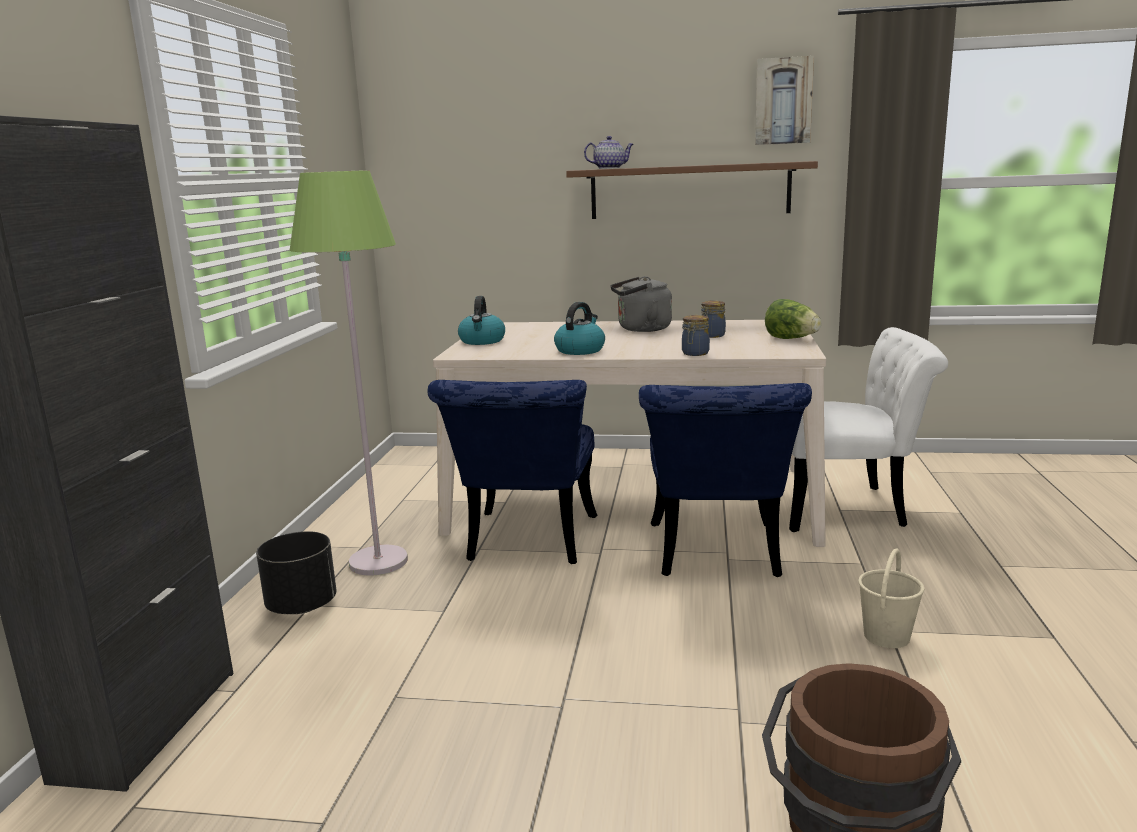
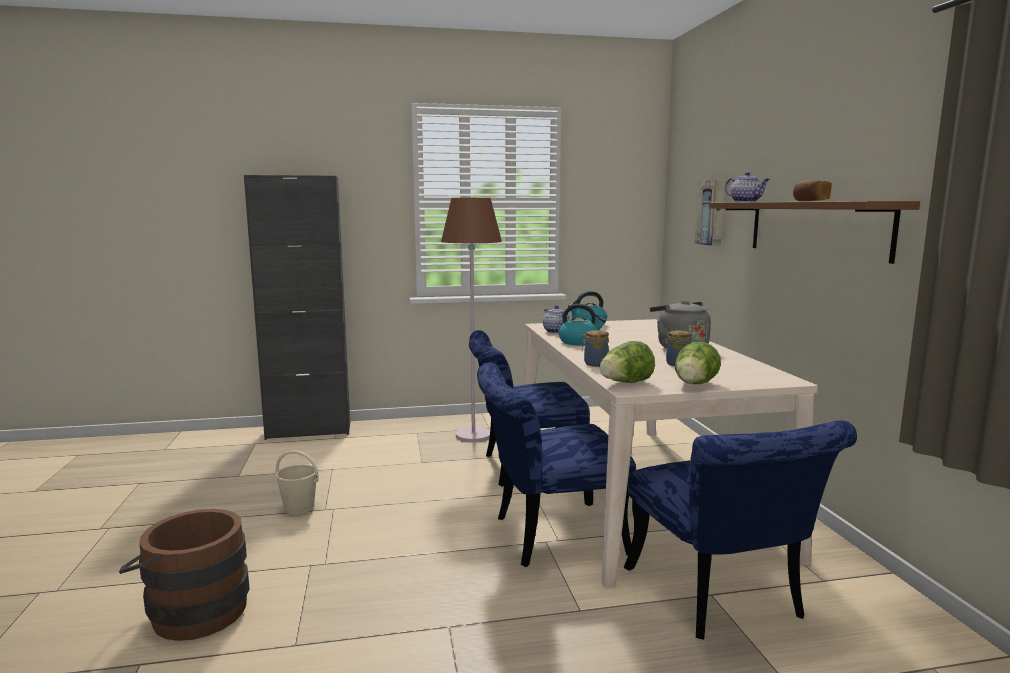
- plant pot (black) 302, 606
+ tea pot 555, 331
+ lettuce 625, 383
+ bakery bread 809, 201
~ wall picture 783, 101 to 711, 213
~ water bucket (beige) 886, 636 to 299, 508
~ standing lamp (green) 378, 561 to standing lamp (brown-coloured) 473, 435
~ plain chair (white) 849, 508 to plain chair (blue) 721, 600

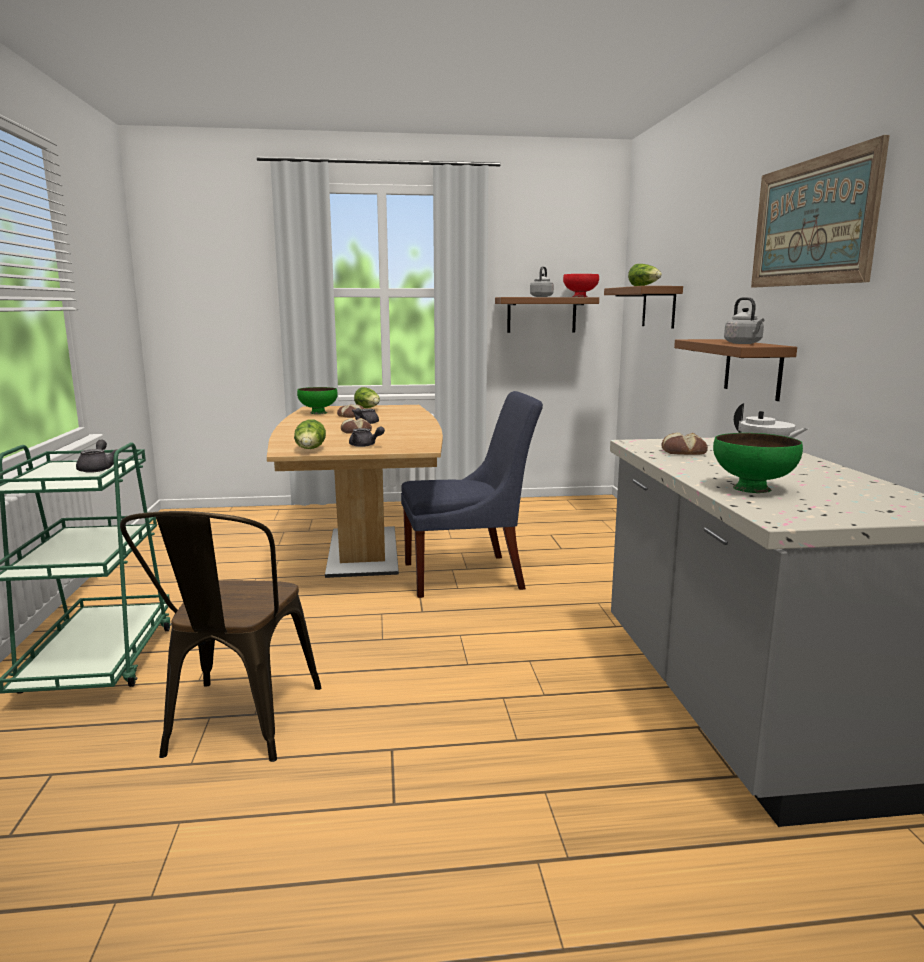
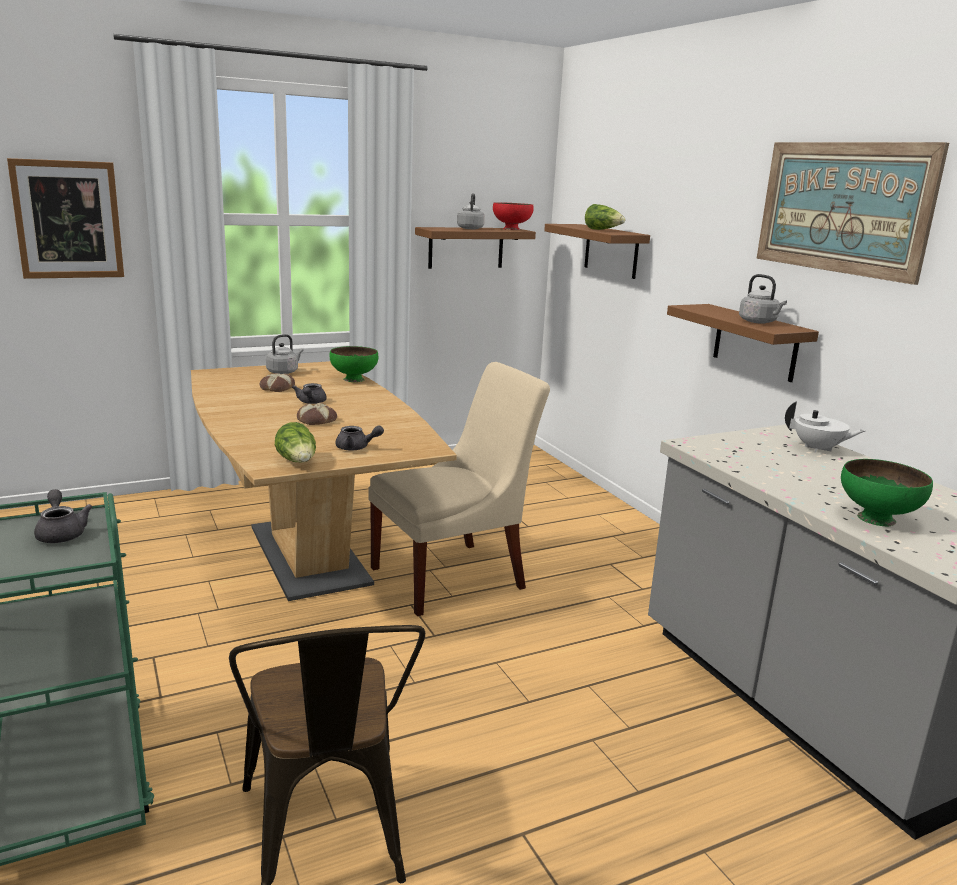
- bakery bread 683, 452
+ wall picture 68, 220
~ bowl (green) 318, 413 to 353, 379
~ lettuce 368, 408 to water kettle (grey) 284, 372
~ plain chair (blue) 469, 575 to plain chair (beige) 454, 576

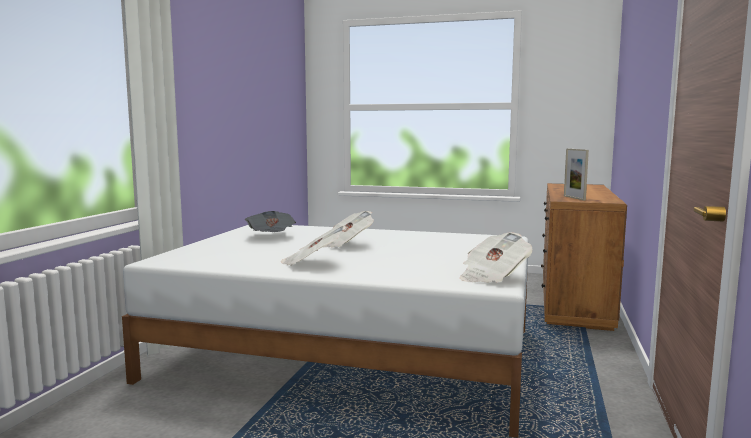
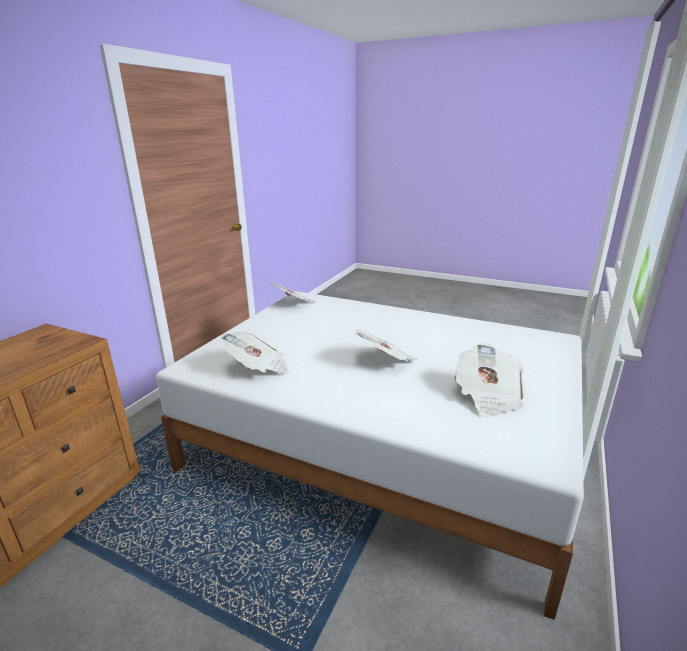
- standing frame 574, 198
~ newspaper 312, 263 to 258, 368

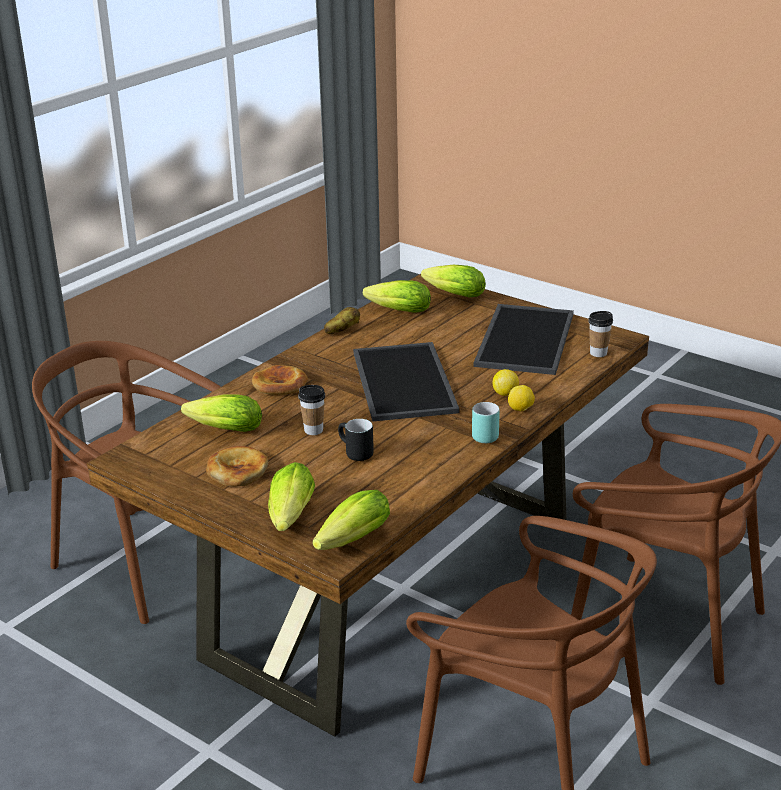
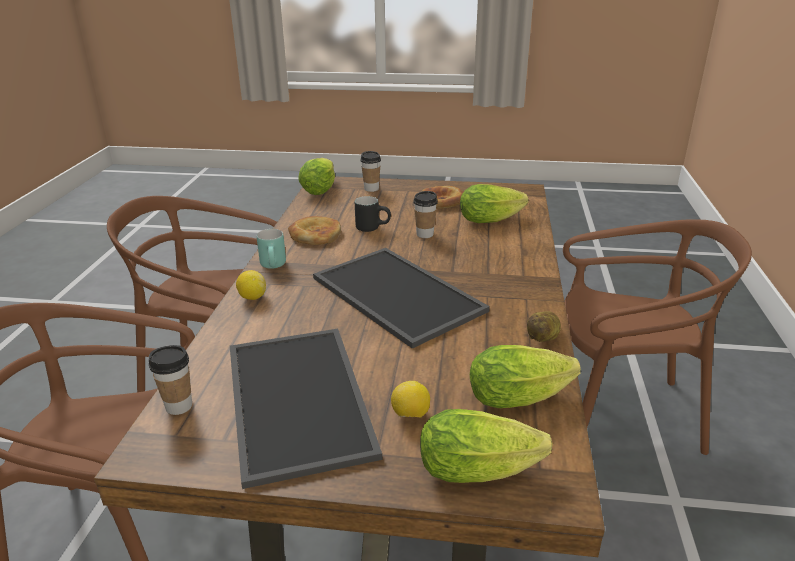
~ bakery bread 280, 384 to 315, 234
~ whole lemon 505, 393 to 410, 415
~ lettuce 289, 518 to small cup 371, 189

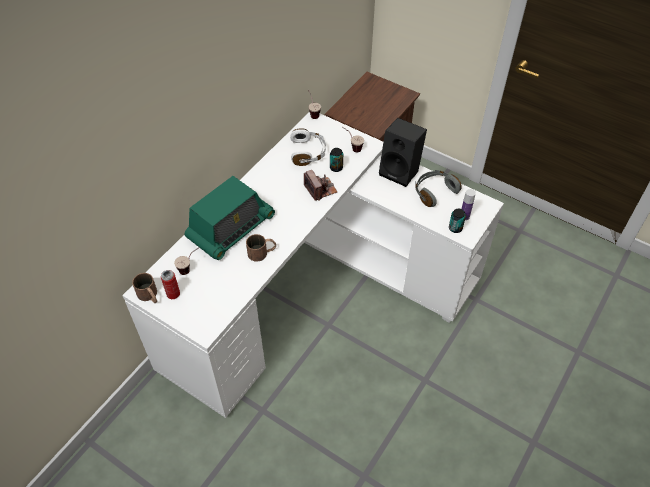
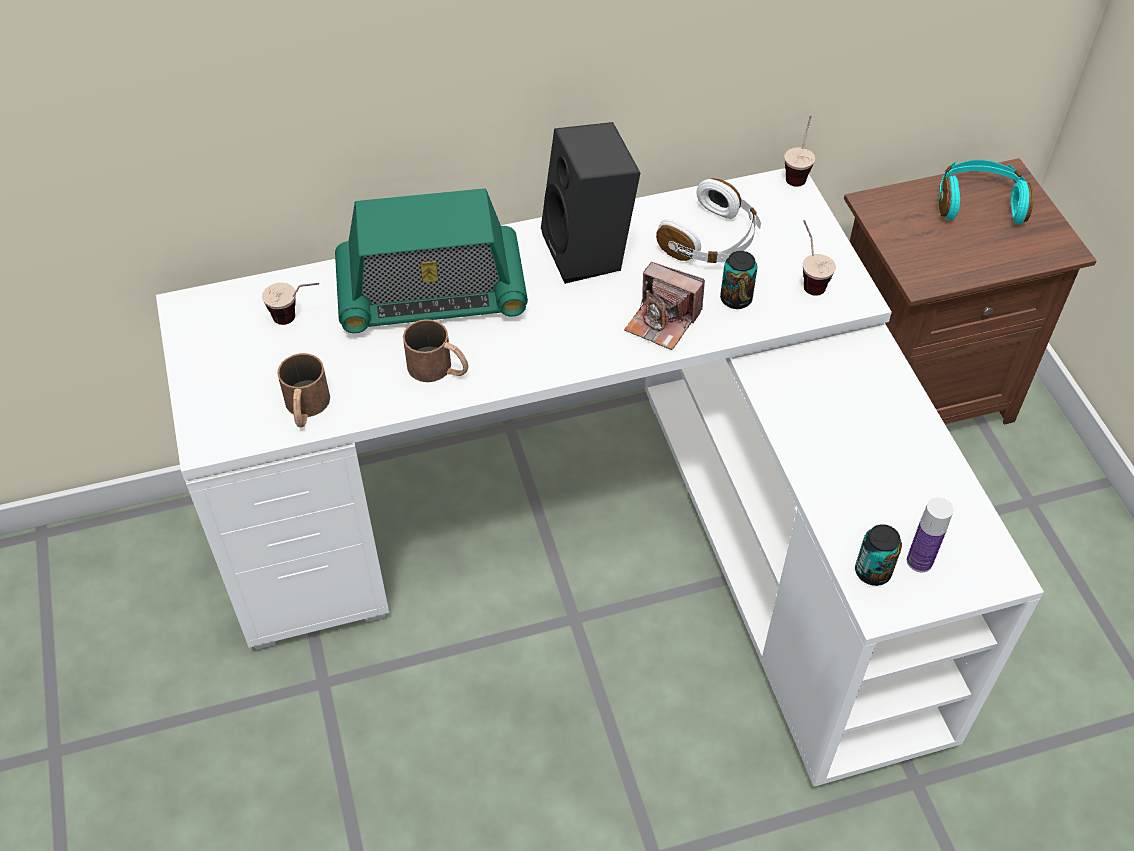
- sealed can 173, 294
- pair of headphones (grey) 434, 192
+ pair of headphones (blue-green) 979, 203
~ tea mug (brown-coloured) 149, 296 to 306, 408
~ audio speaker (black) 401, 171 to 590, 253
~ still camera 320, 189 = 662, 321 105 degrees clockwise

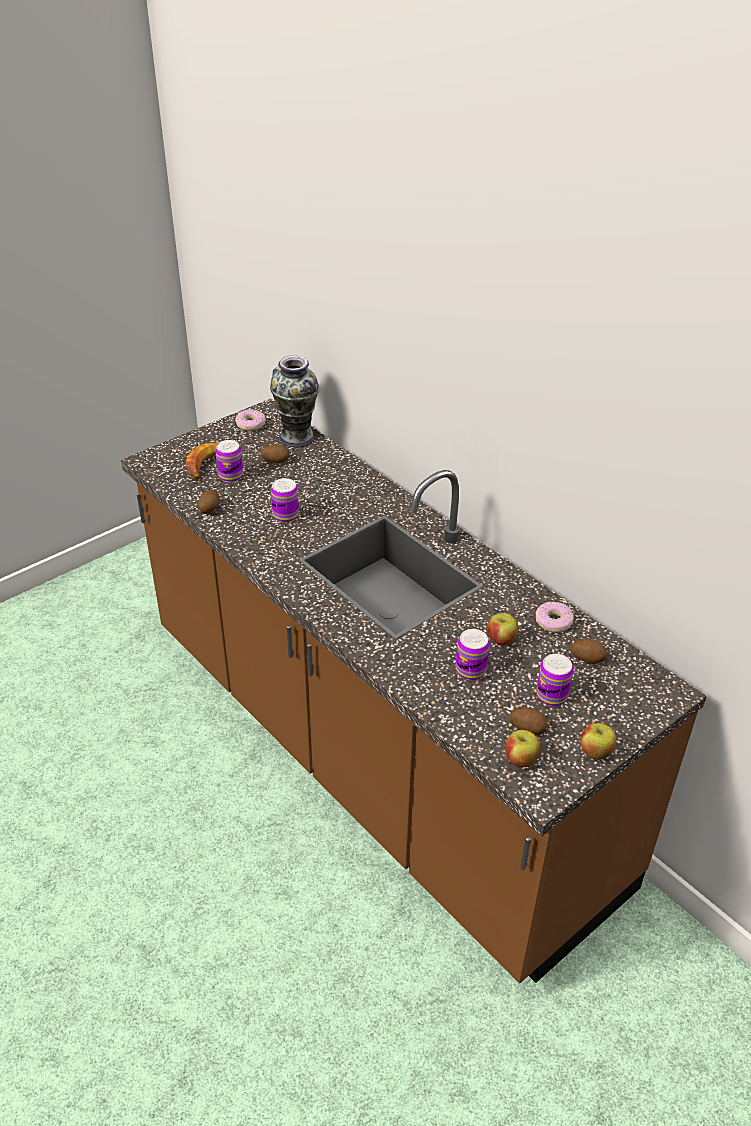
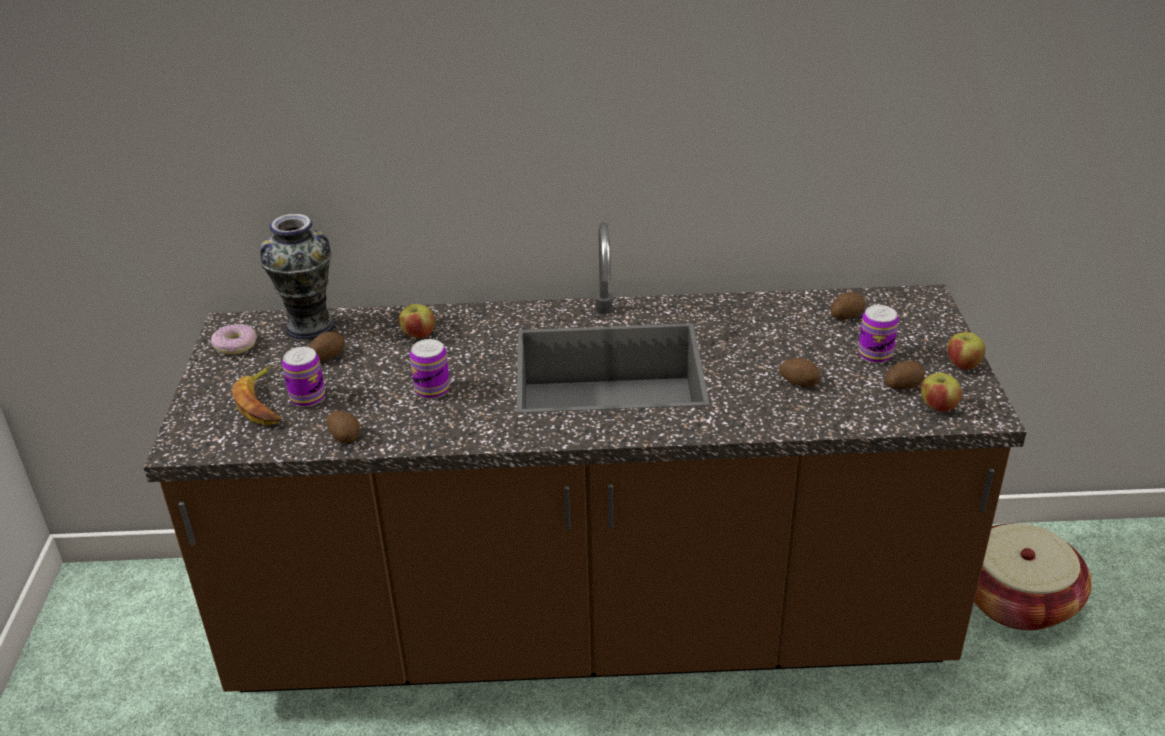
- ring doughnut 553, 622
+ household basket 1016, 600
~ apple fruit 501, 640 to 419, 335
~ sealed can 470, 670 to potato 799, 381

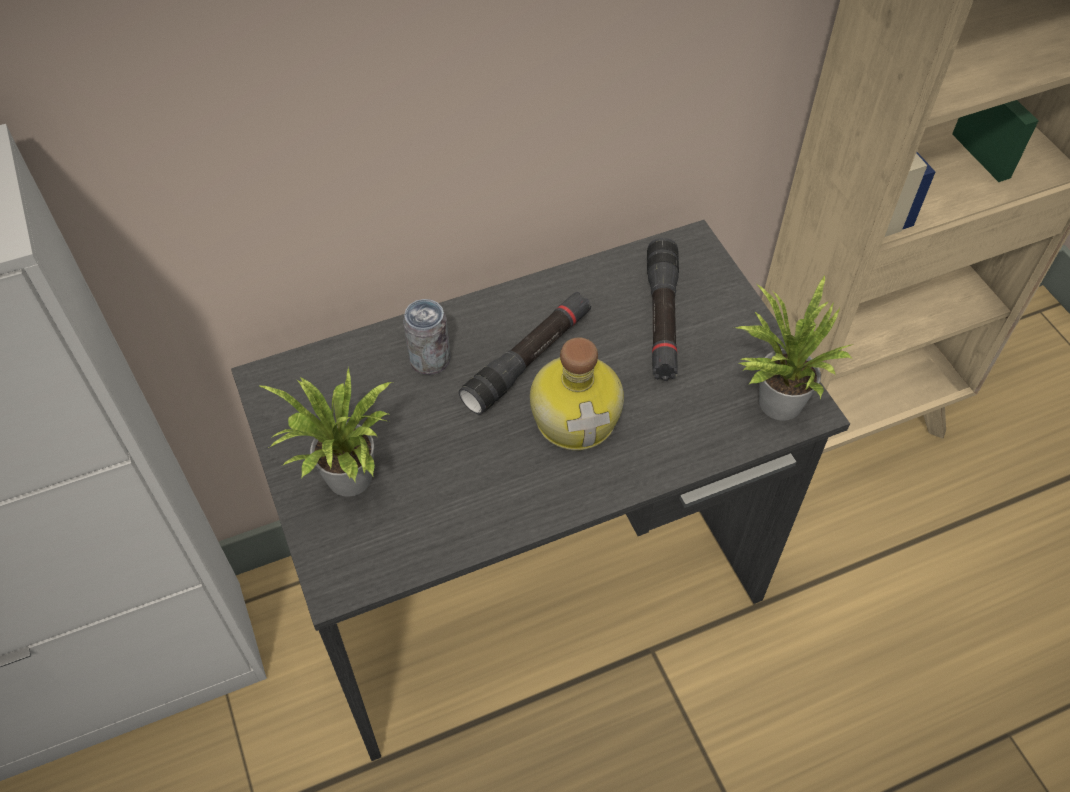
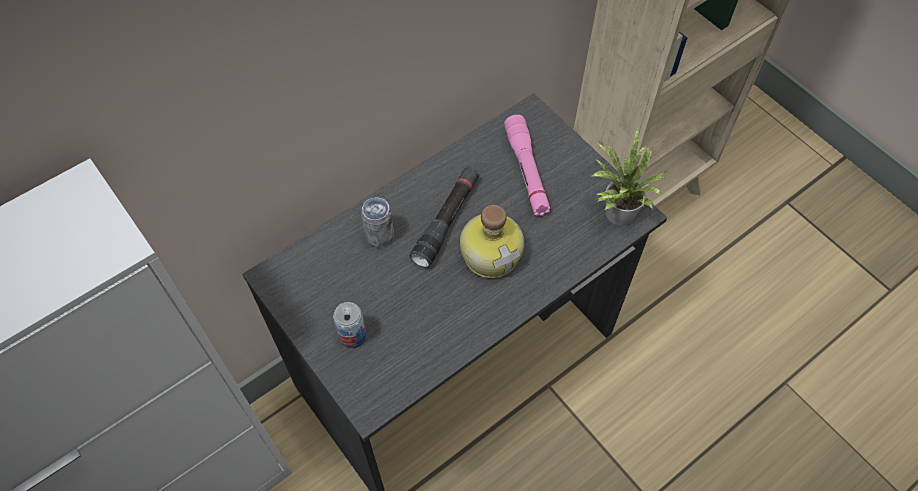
~ plant in a pot 348, 482 to sealed can 353, 336
~ torch (black) 662, 318 to torch (pink-coloured) 527, 171

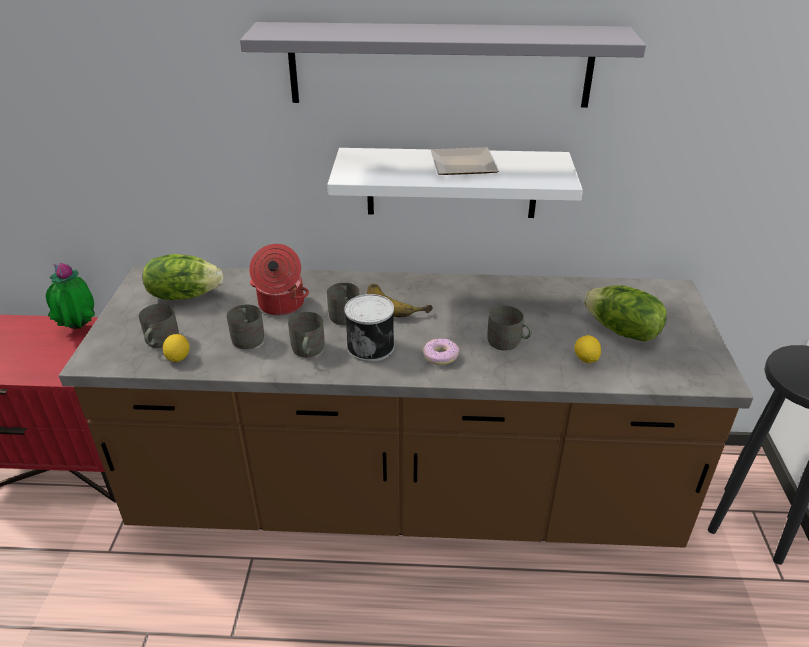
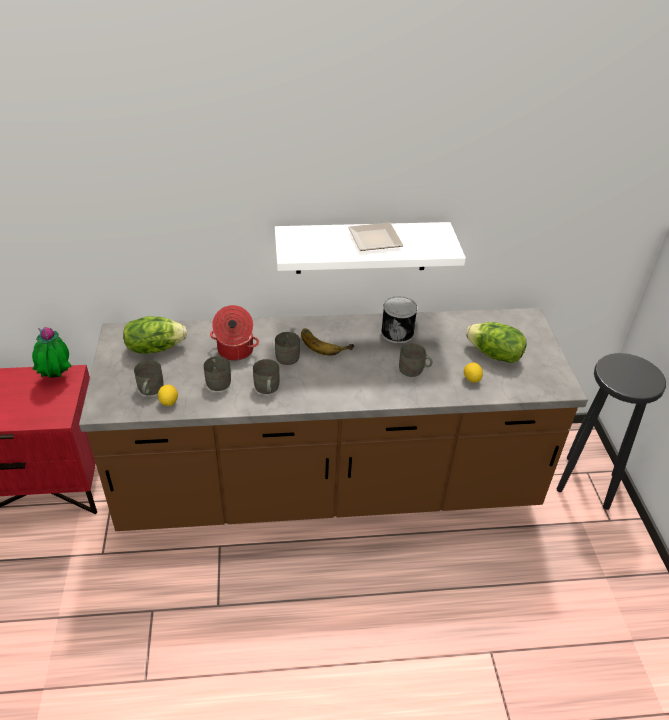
- shelf (grey) 440, 65
- ring doughnut 440, 356
~ sealed can 371, 346 to 397, 332

